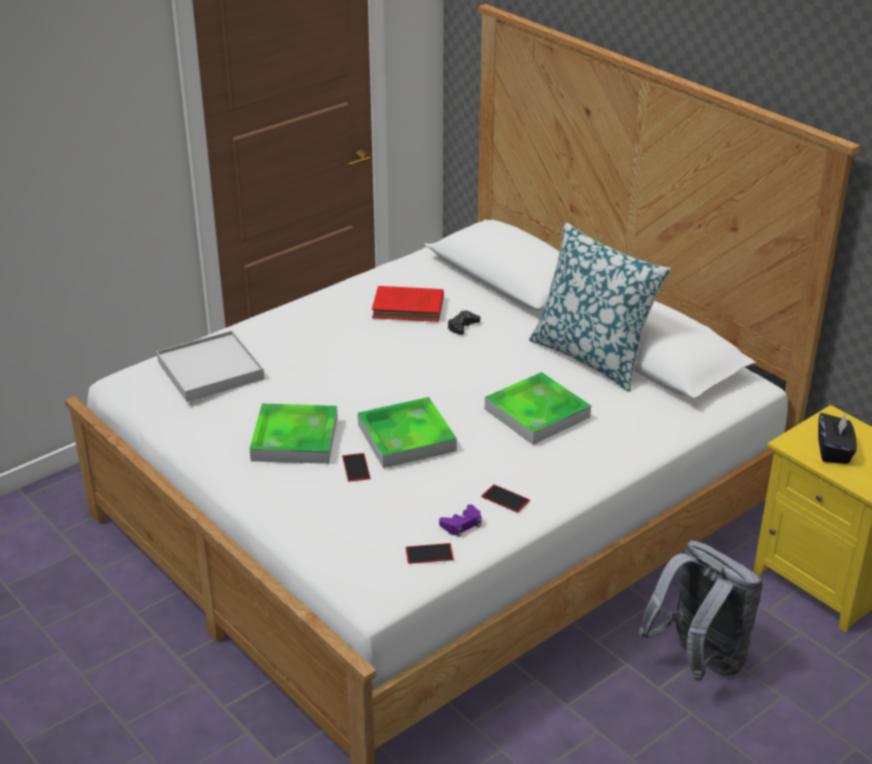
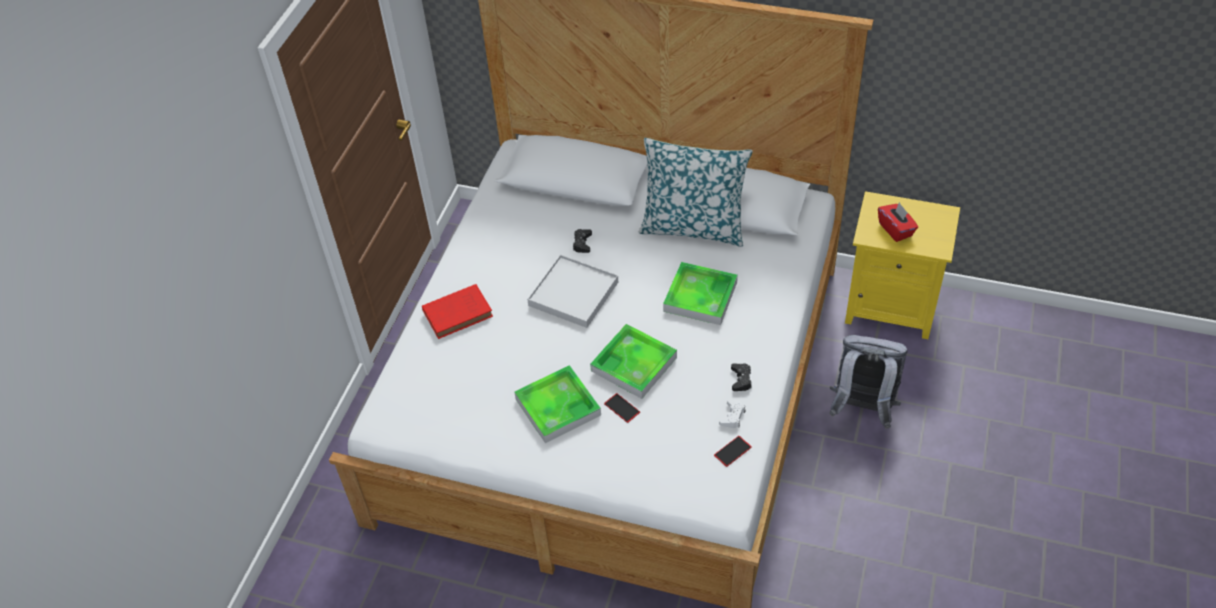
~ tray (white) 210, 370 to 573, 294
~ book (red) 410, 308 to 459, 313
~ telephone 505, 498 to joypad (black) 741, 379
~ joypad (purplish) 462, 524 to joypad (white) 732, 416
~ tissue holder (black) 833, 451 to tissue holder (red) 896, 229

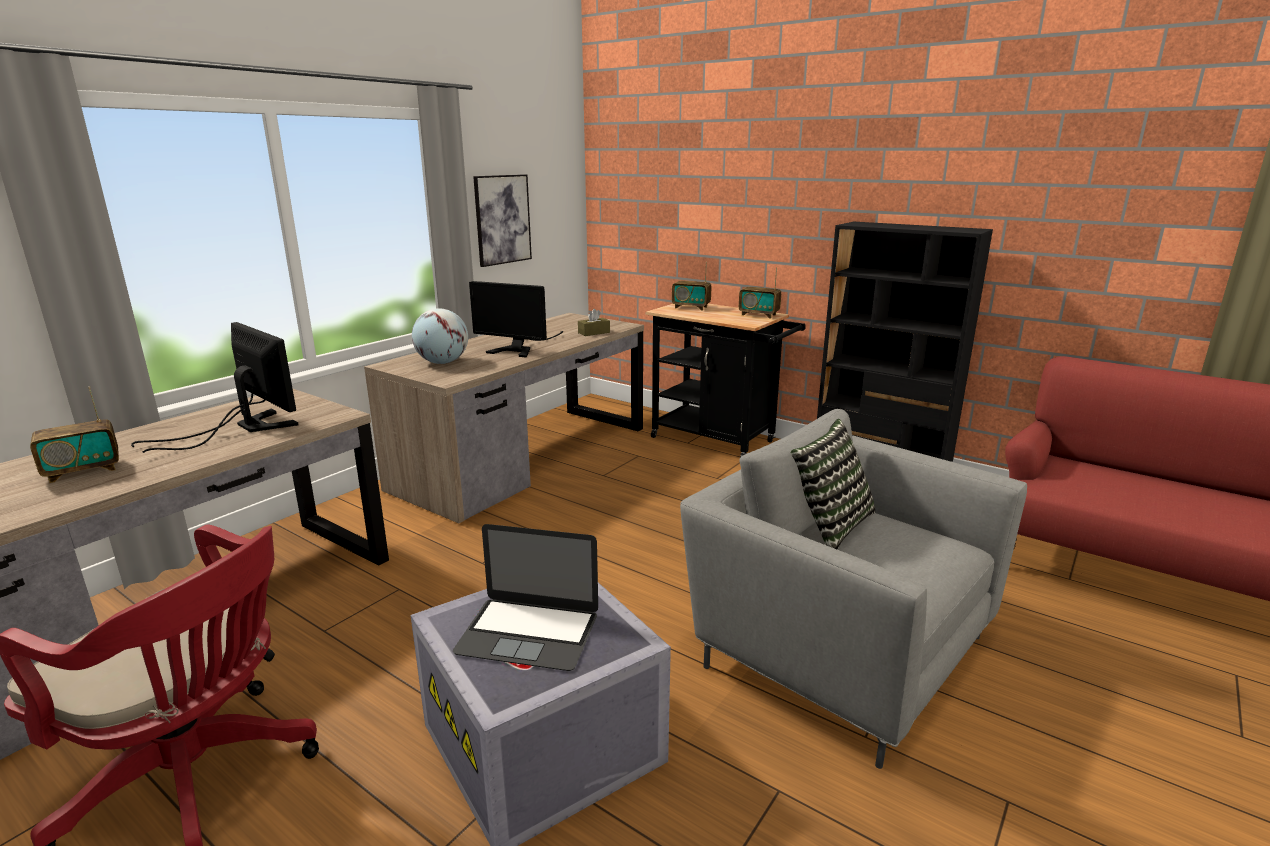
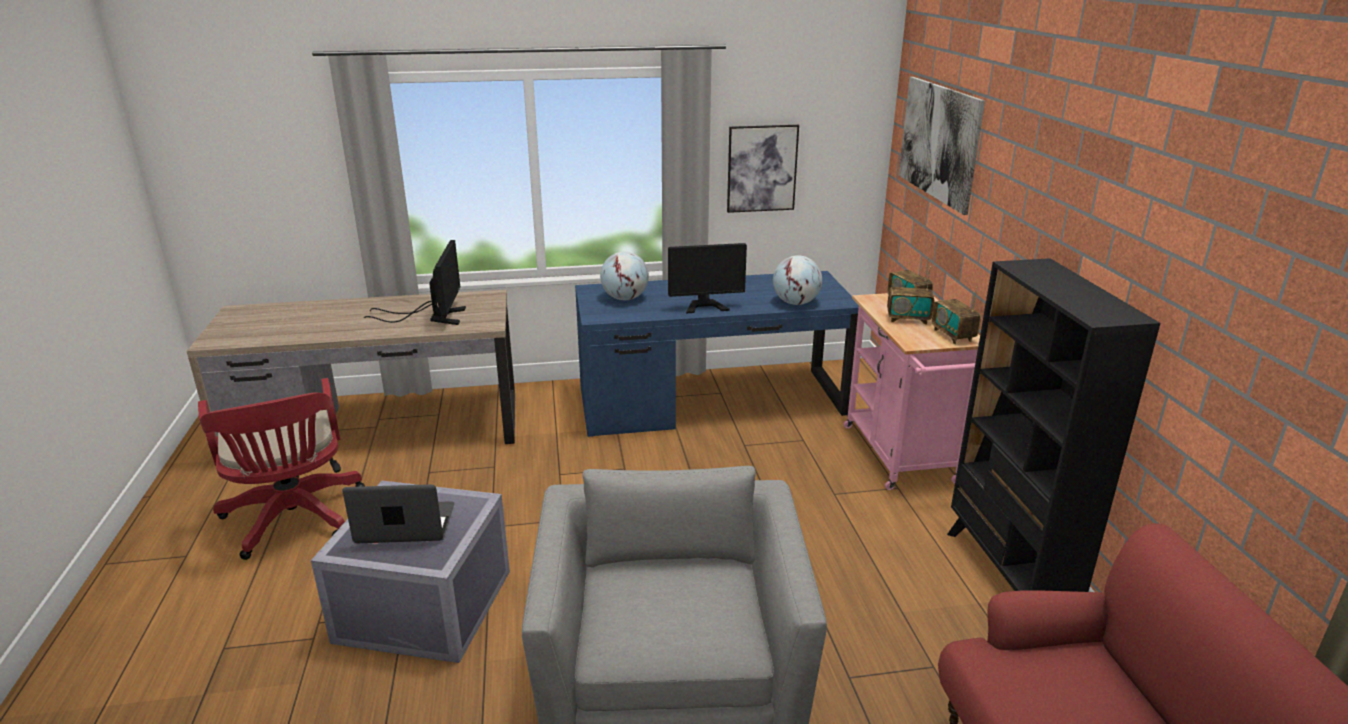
- throw pillow 829, 525
+ wall picture 938, 142
~ radio 83, 471 to 908, 319
~ tissue holder (brown-coloured) 594, 332 to desk globe 796, 303
~ desk unit (brown-coloured) 525, 458 to desk unit (blue) 711, 402
~ wheeled cart (black) 719, 441 to wheeled cart (pink-coloured) 904, 459
~ portable computer 528, 633 = 405, 524 120 degrees clockwise
~ computer screen 520, 348 = 703, 302 75 degrees counterclockwise

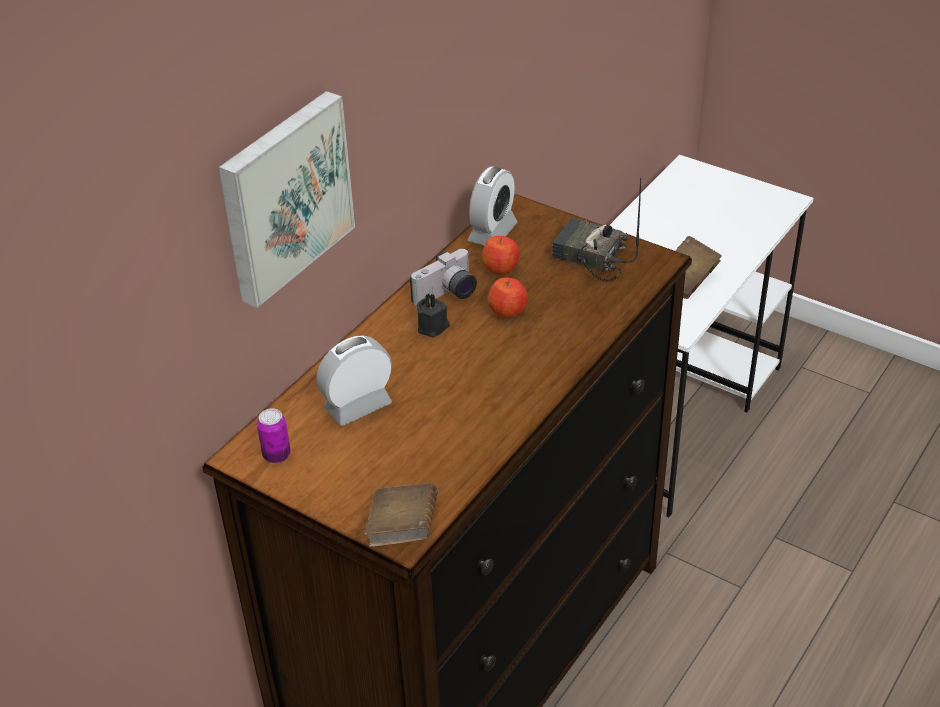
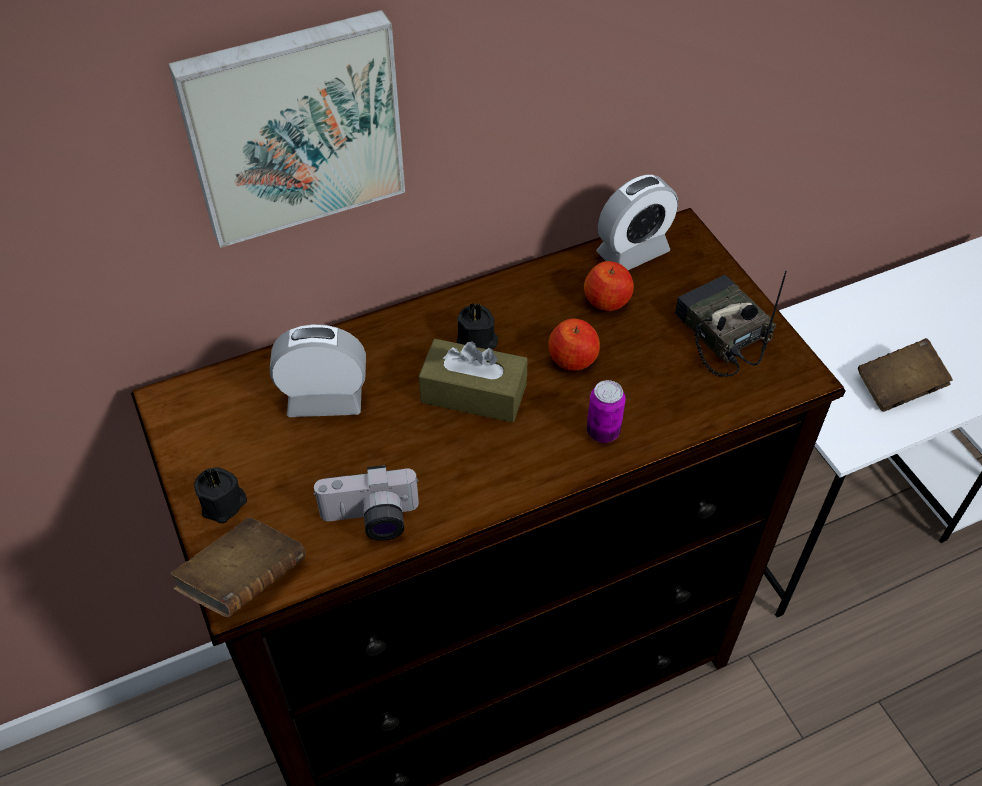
+ wax candle (black) 224, 504
+ tissue holder (brown-coloured) 473, 393
~ sealed can 276, 455 to 603, 432
~ still camera 447, 295 to 371, 521

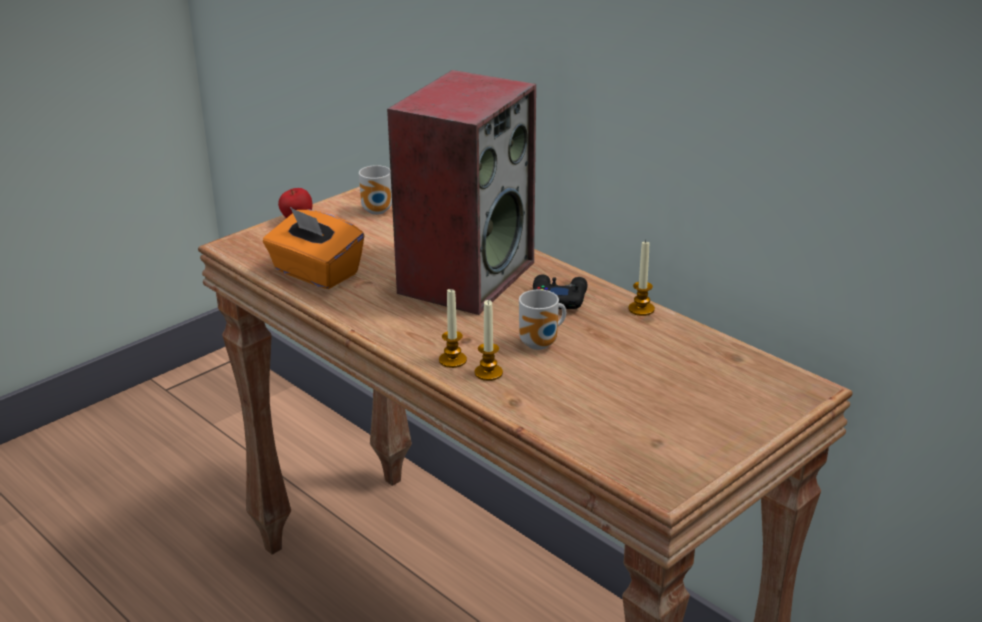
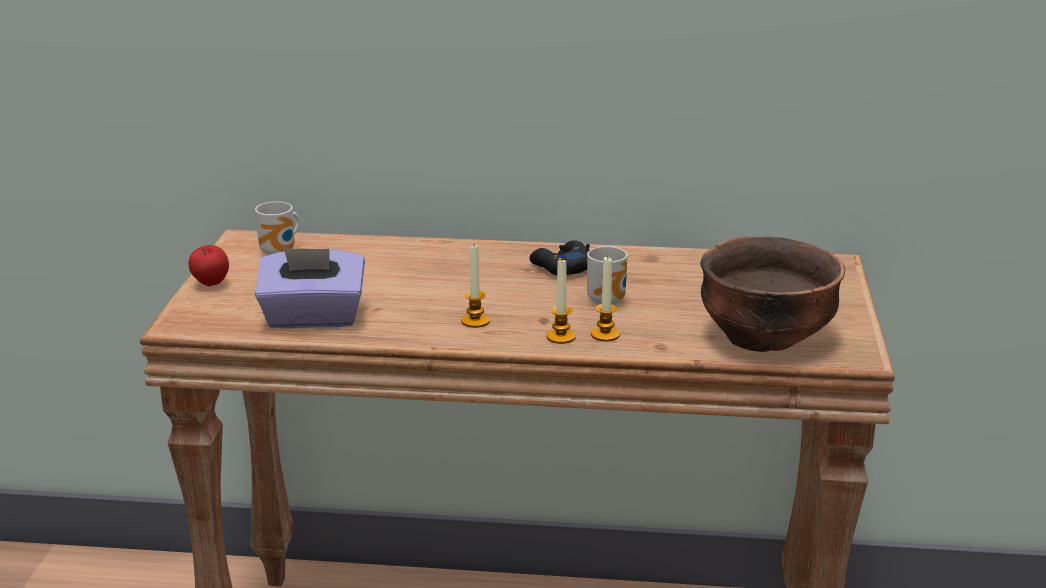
- audio speaker 466, 276
+ bowl (brown-coloured) 764, 338
~ wax candle 641, 309 to 475, 321
~ tissue holder (orange) 315, 273 to tissue holder (purplish) 313, 318

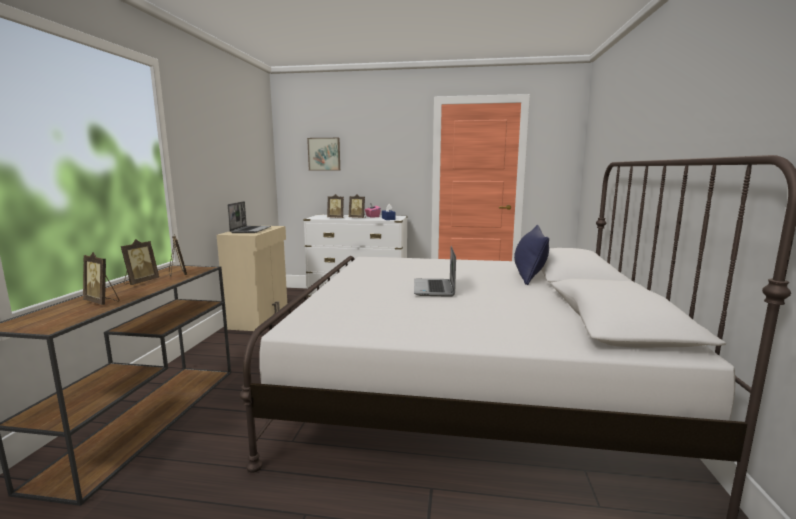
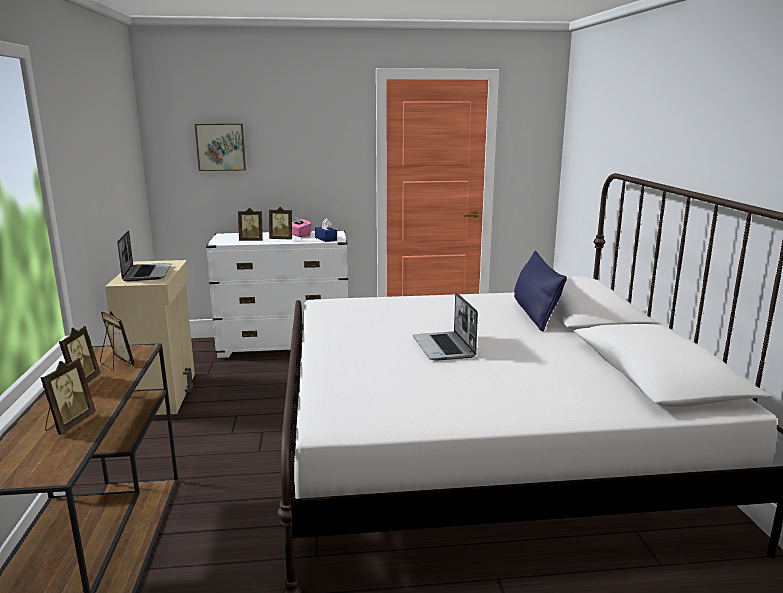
~ standing frame 102, 302 = 69, 424 90 degrees counterclockwise

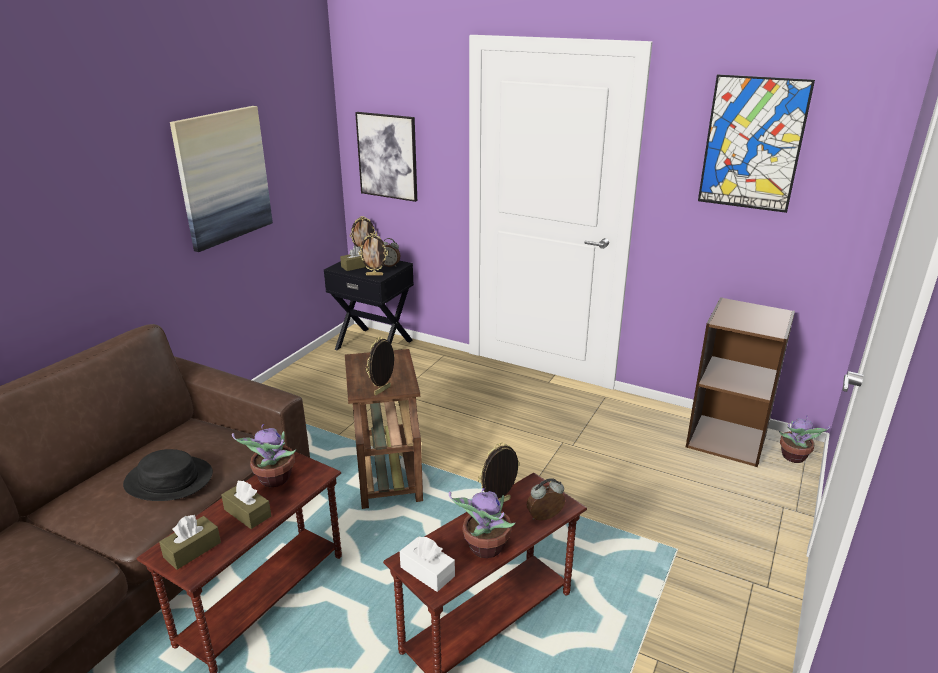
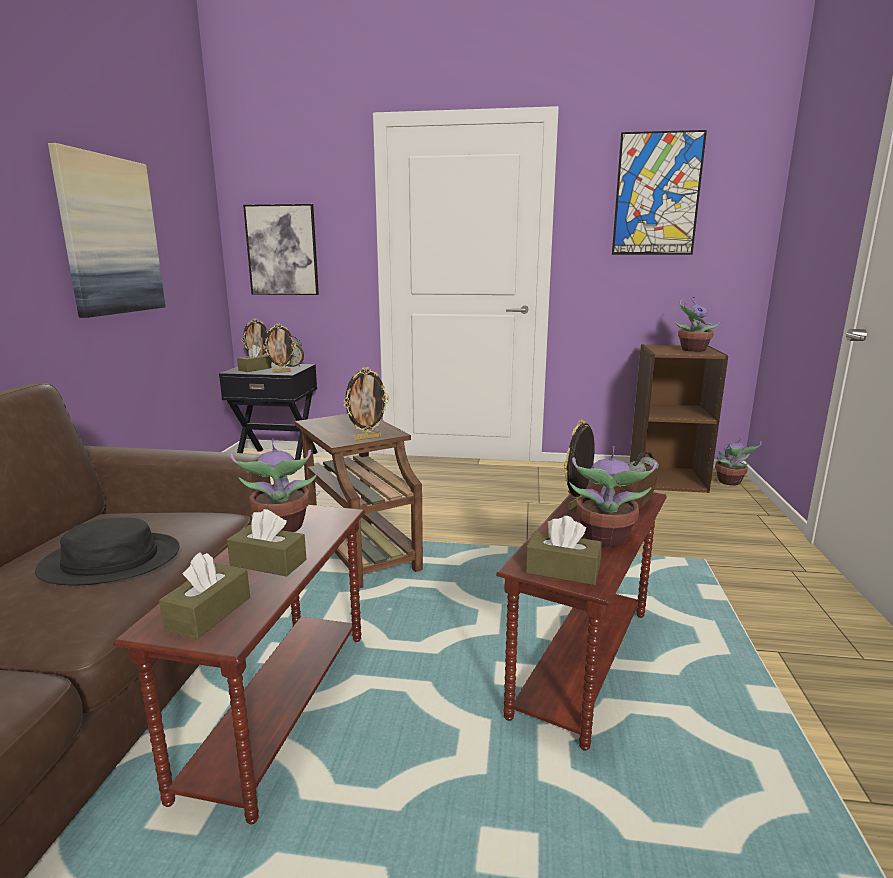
+ plant in a pot 691, 350
~ tissue holder (white) 427, 571 to tissue holder (brown-coloured) 562, 570
~ standing frame 383, 391 = 367, 438 135 degrees counterclockwise

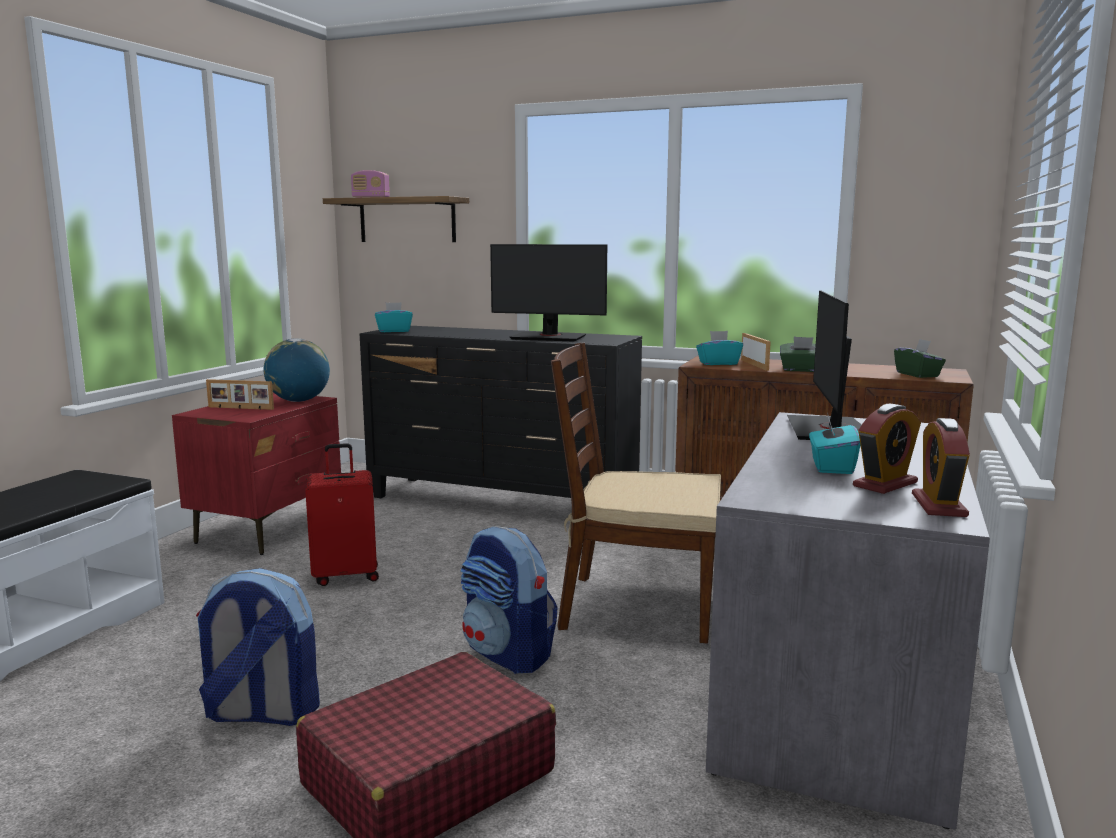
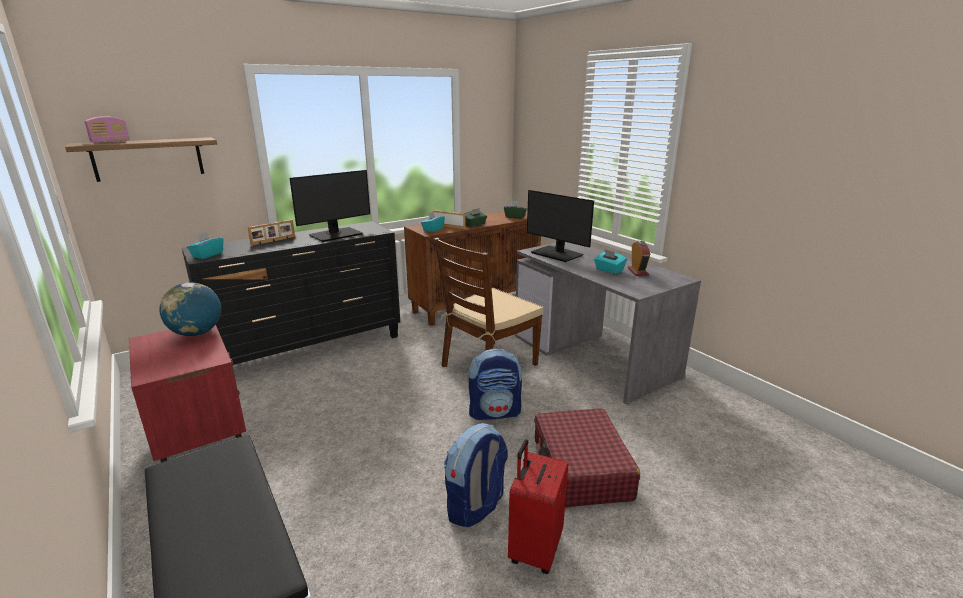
- bedside clock 938, 505
~ standing frame 240, 408 to 273, 241
~ travel case (red) 346, 575 to 534, 549

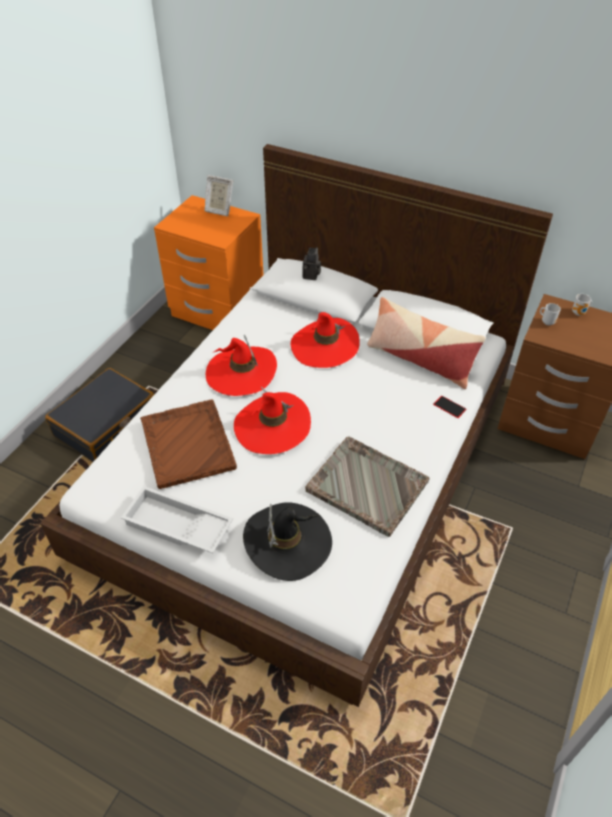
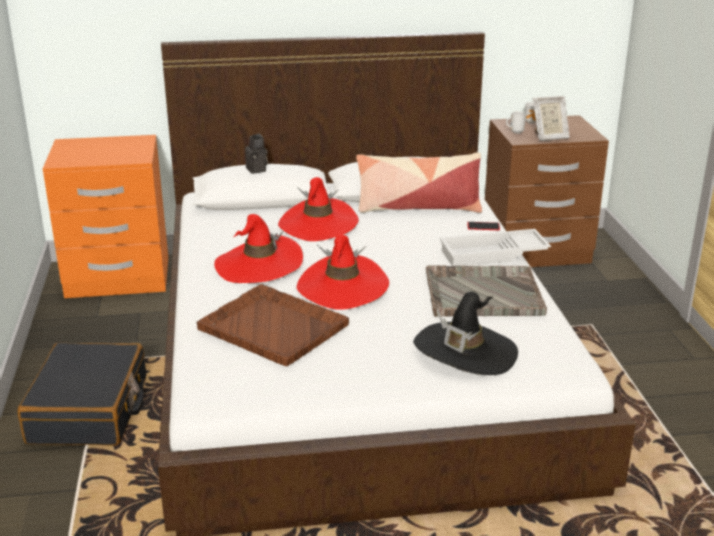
~ tray (white) 176, 527 to 493, 255
~ standing frame 219, 210 to 549, 137

